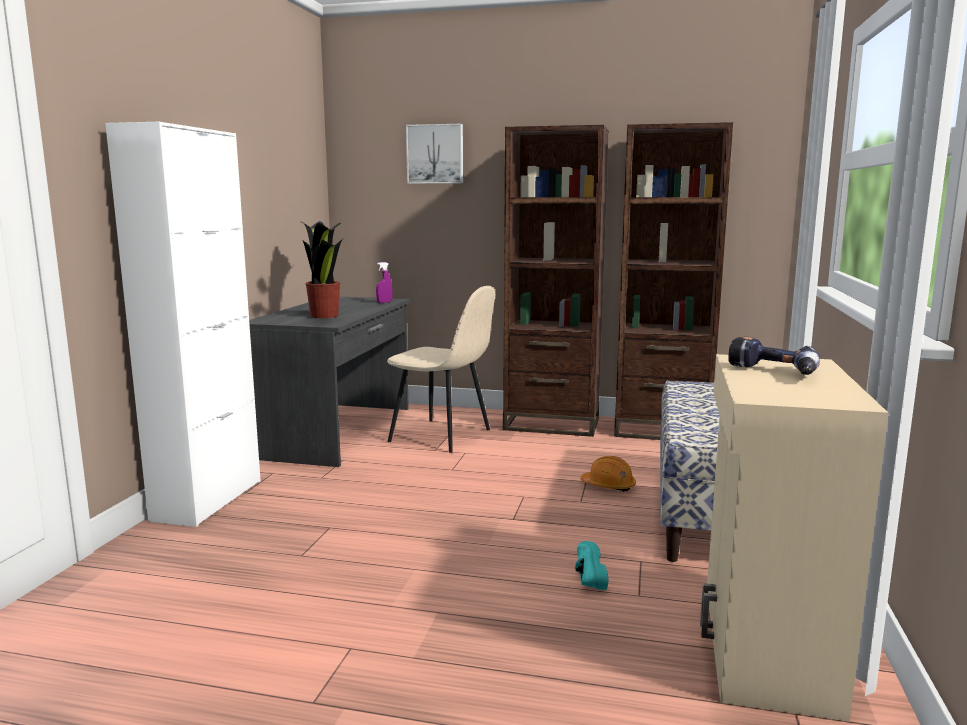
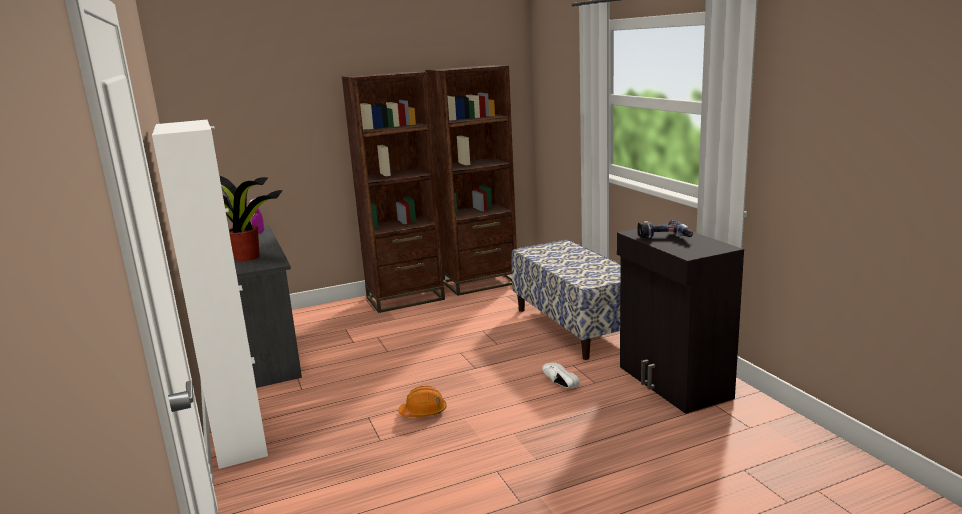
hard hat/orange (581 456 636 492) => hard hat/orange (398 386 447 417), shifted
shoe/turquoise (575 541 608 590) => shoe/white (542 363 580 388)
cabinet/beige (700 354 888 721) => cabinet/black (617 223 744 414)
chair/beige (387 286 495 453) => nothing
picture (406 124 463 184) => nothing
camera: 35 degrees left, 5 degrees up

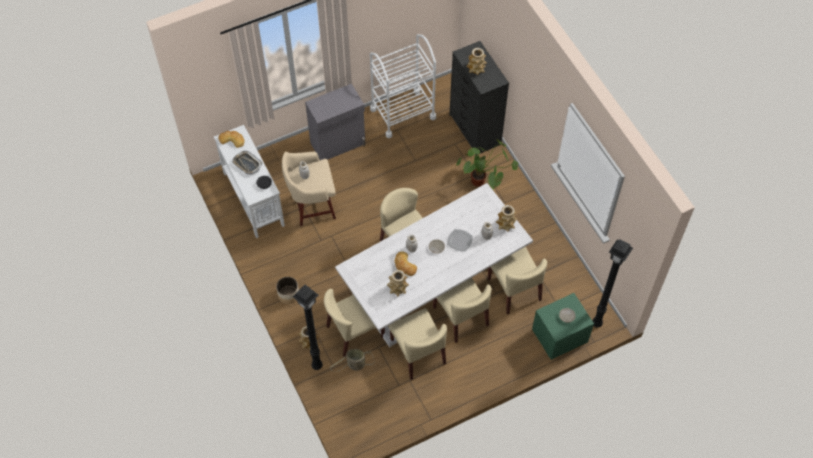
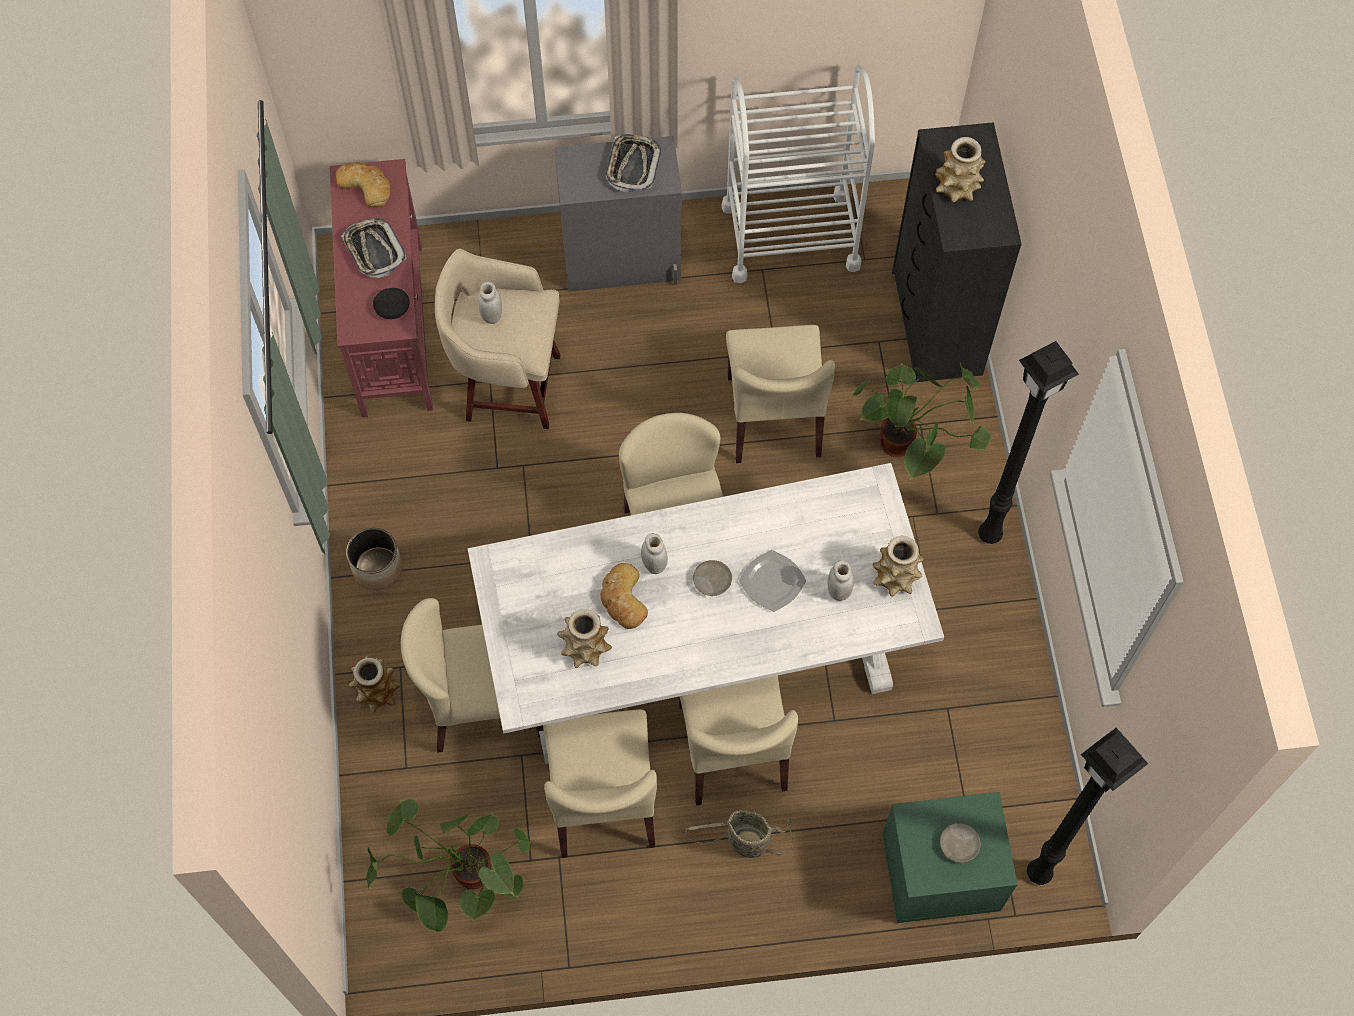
console table/white (214 125 285 238) => console table/red (329 159 433 418)
nothing => potted plant (366 798 530 932)
nothing => tray (606 133 661 193)
basket (330 349 375 372) => basket (685 810 792 858), shifted
chair/beige (488 247 547 315) => chair/beige (726 325 835 463), shifted
floor lamp/black (293 285 323 370) => floor lamp/black (978 341 1079 544), shifted
camera: 20 degrees right, 5 degrees up

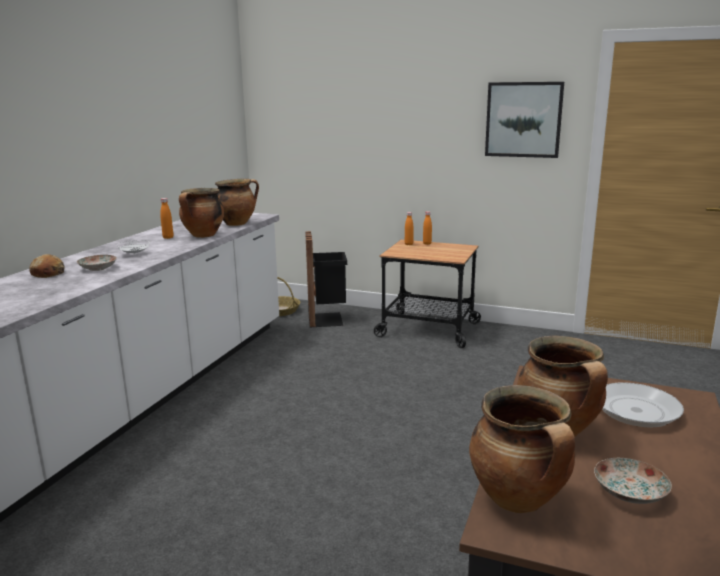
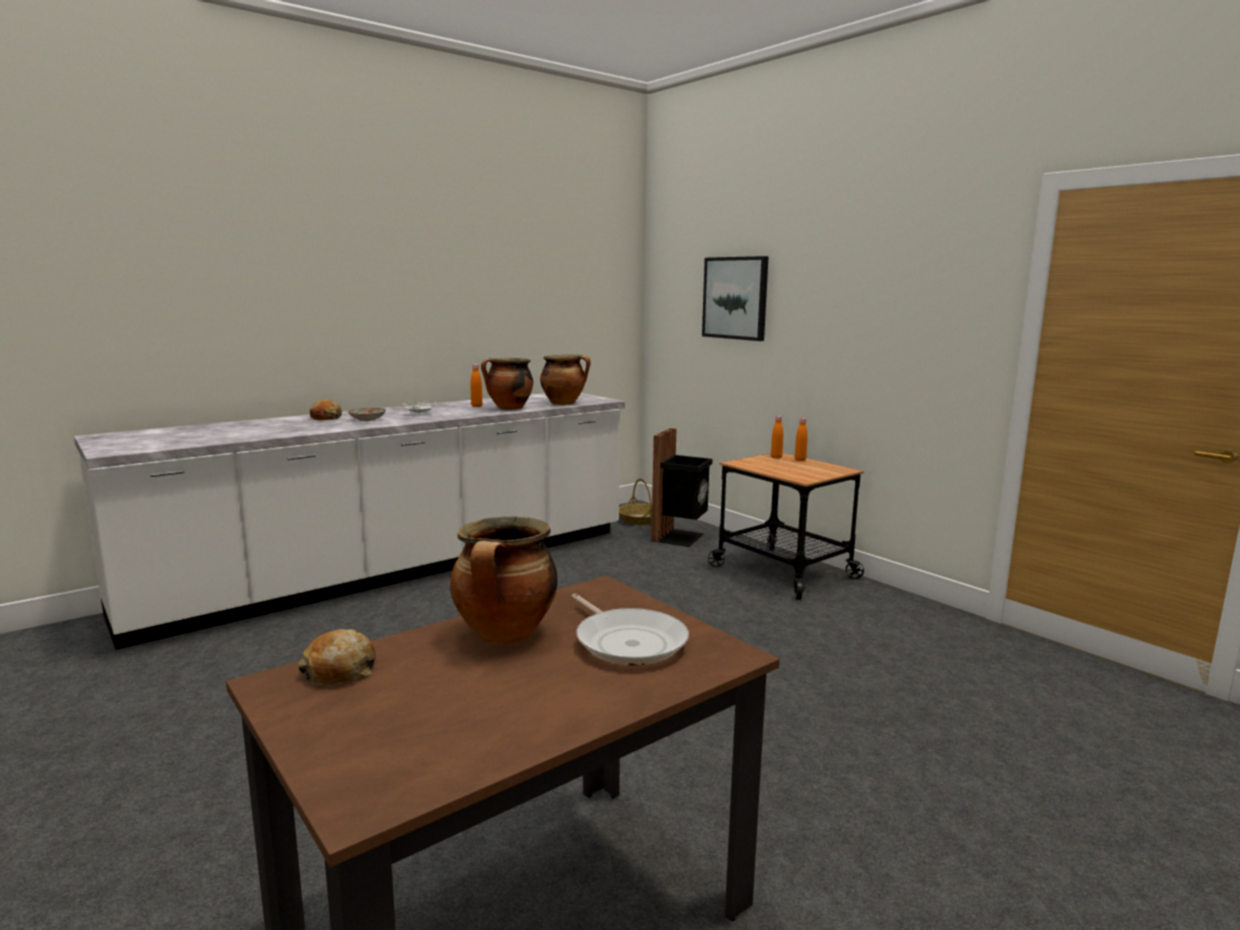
cooking pot (469 385 575 513) => bread (298 629 376 686)
picture (485 82 564 158) => picture (702 256 769 341), shifted
plate (594 458 672 504) => nothing
camera: 30 degrees right, 5 degrees down

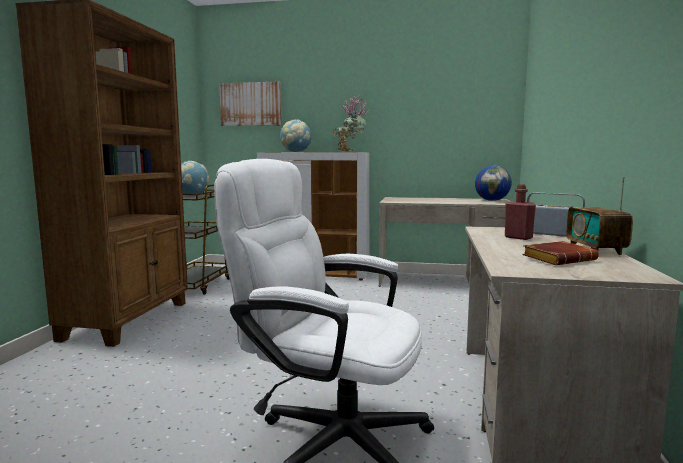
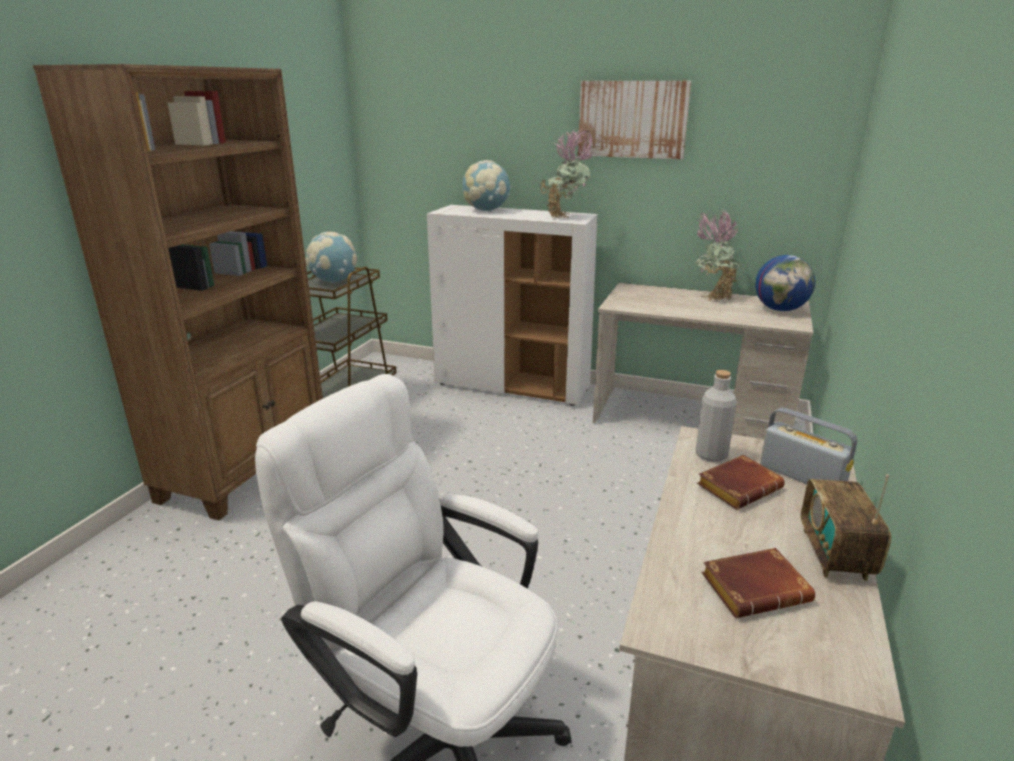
picture (219 82 281 126) => picture (578 81 691 159), shifted
nothing => potted plant (695 209 741 301)
nothing => bottle/grey (695 370 736 462)
bottle/red (505 184 536 240) => book/brown (697 455 785 510)
camera: 10 degrees right, 15 degrees up

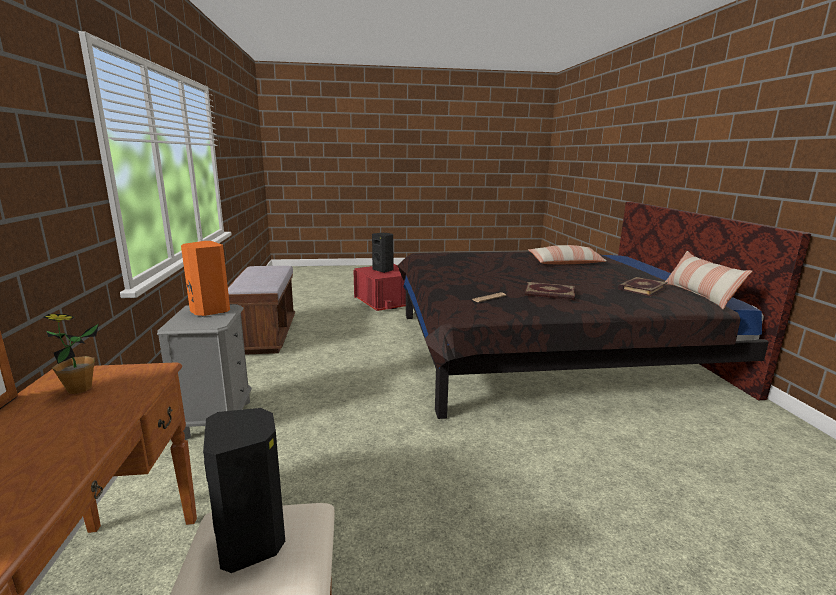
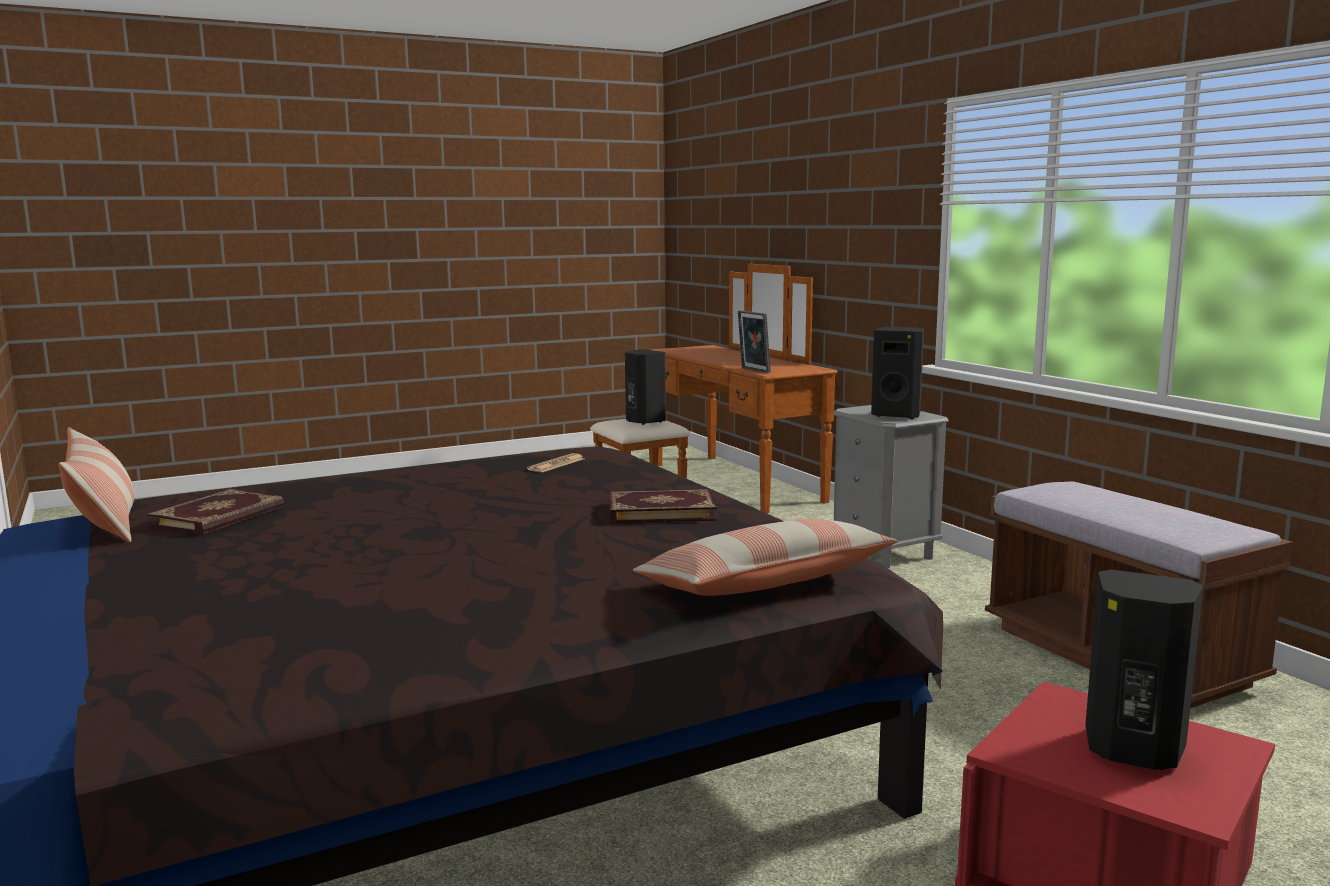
book (525 282 575 300) => book (610 489 717 523), shifted
pillow (528 245 606 265) => pillow (633 519 898 596), shifted
nothing => picture frame (738 310 770 373)
speaker/orange (181 241 230 317) => speaker/black (871 327 924 419)
potted plant (43 314 99 394) => nothing
camera: 160 degrees right, 5 degrees down

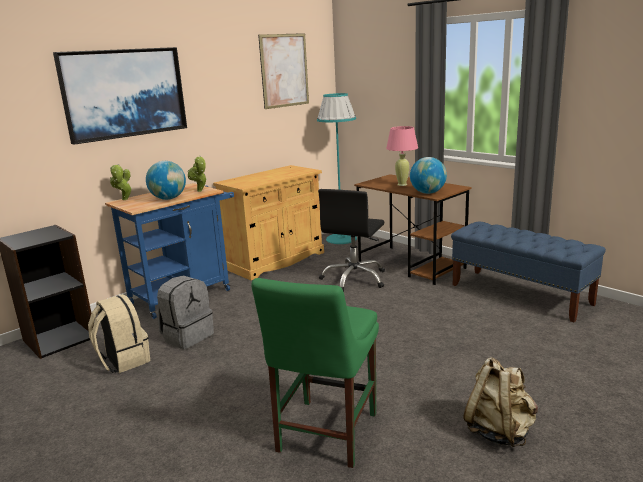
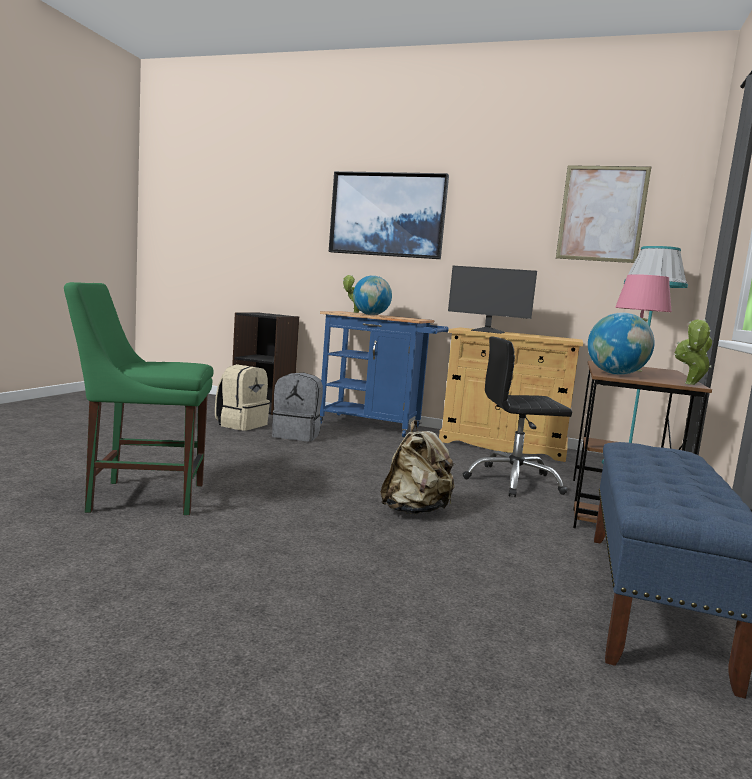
backpack/beige (463 358 538 447) => backpack/beige (380 420 455 514), shifted
nothing => monitor (448 266 537 334)
potted plant (188 156 207 192) => potted plant (674 319 712 385), shifted
camera: 60 degrees right, 10 degrees down

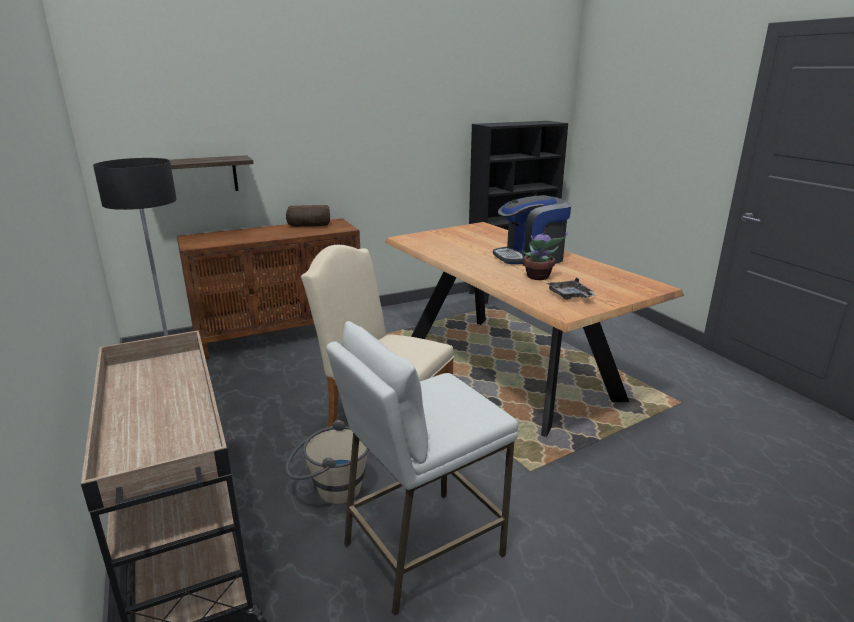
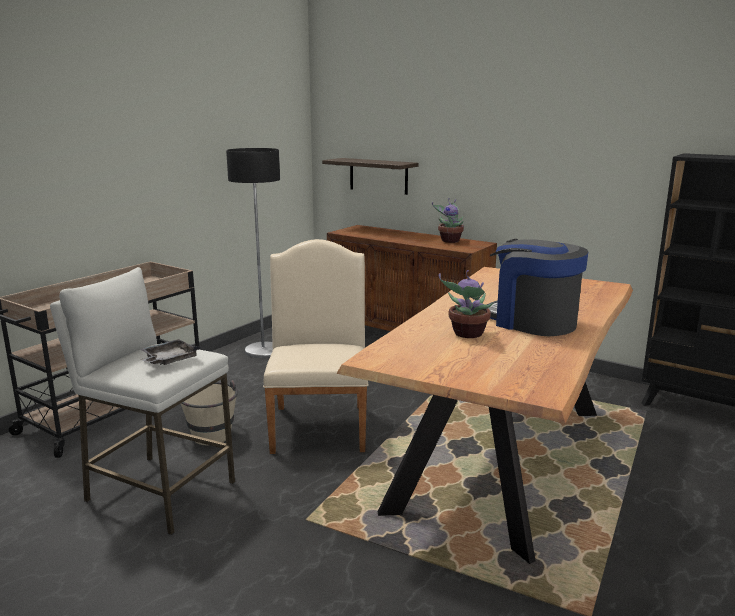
tray/grey (546 278 596 300) => tray/grey (140 339 200 365), shifted
bread (286 205 330 227) => potted plant (432 198 464 243)
camera: 60 degrees right, 5 degrees down

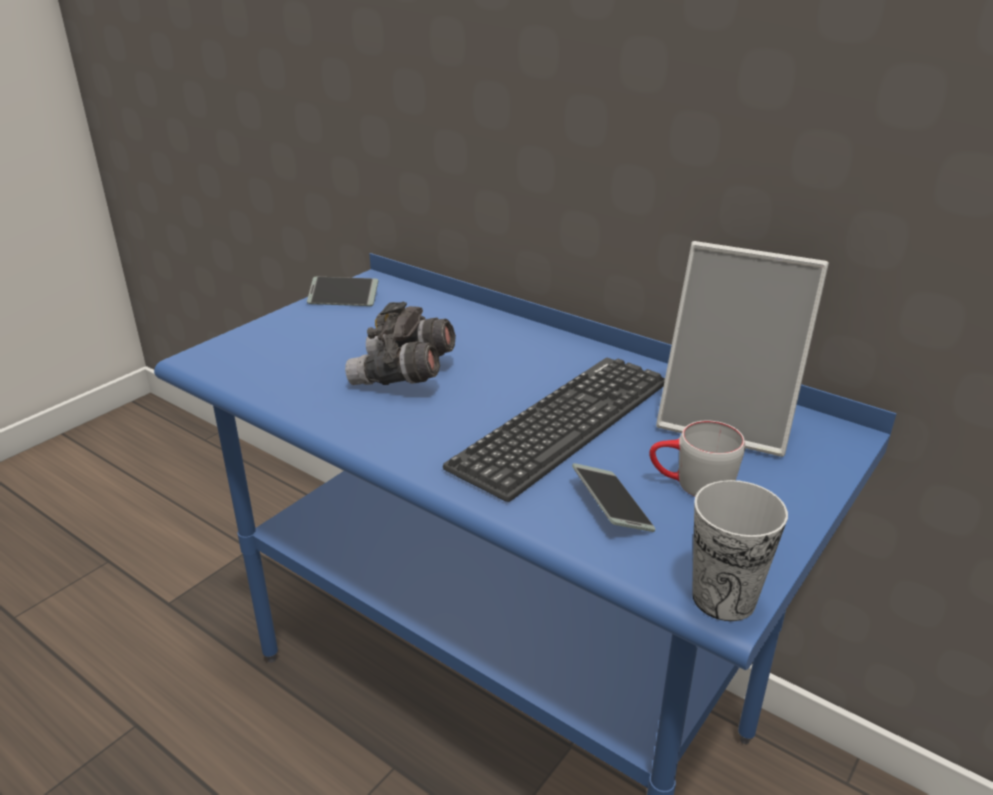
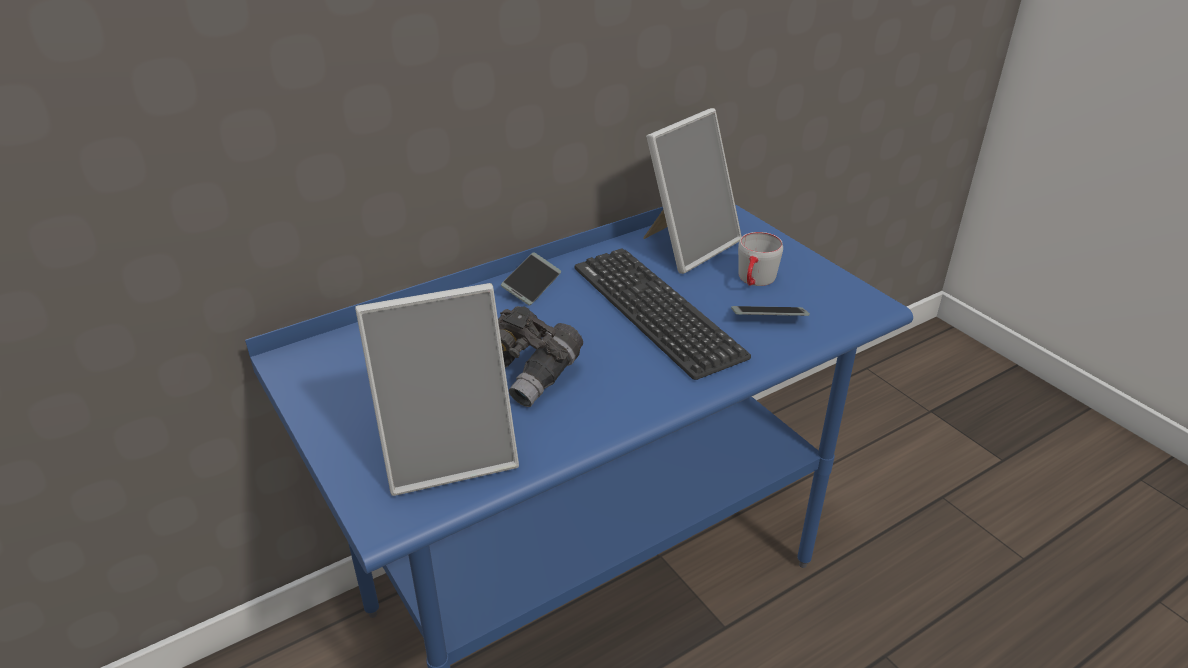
nothing => picture frame (355 283 519 496)
phone (307 277 378 306) => phone (501 252 561 306), shifted
cup (692 480 788 621) => nothing
camera: 70 degrees left, 5 degrees up

